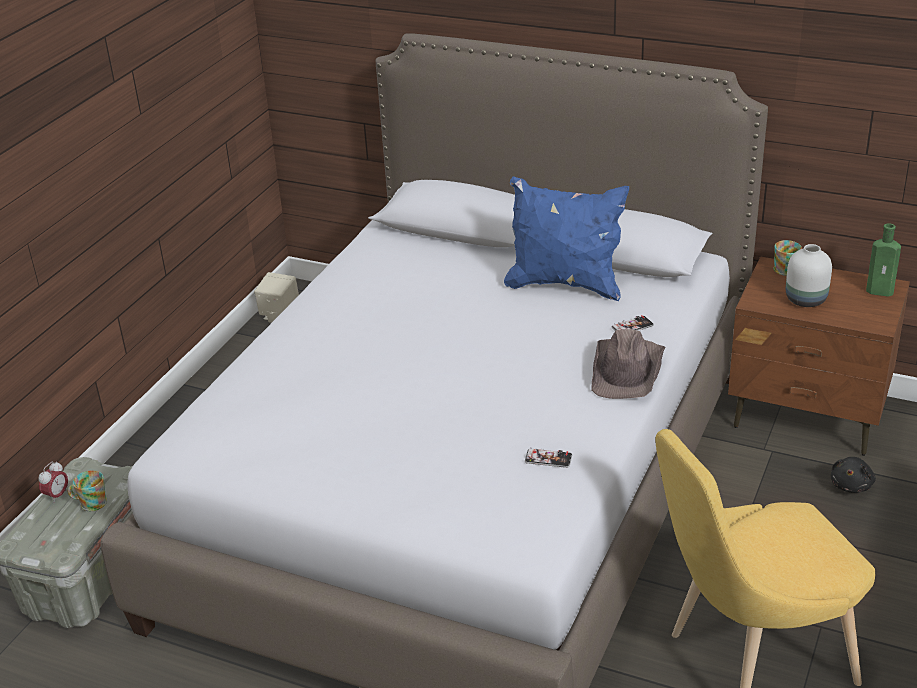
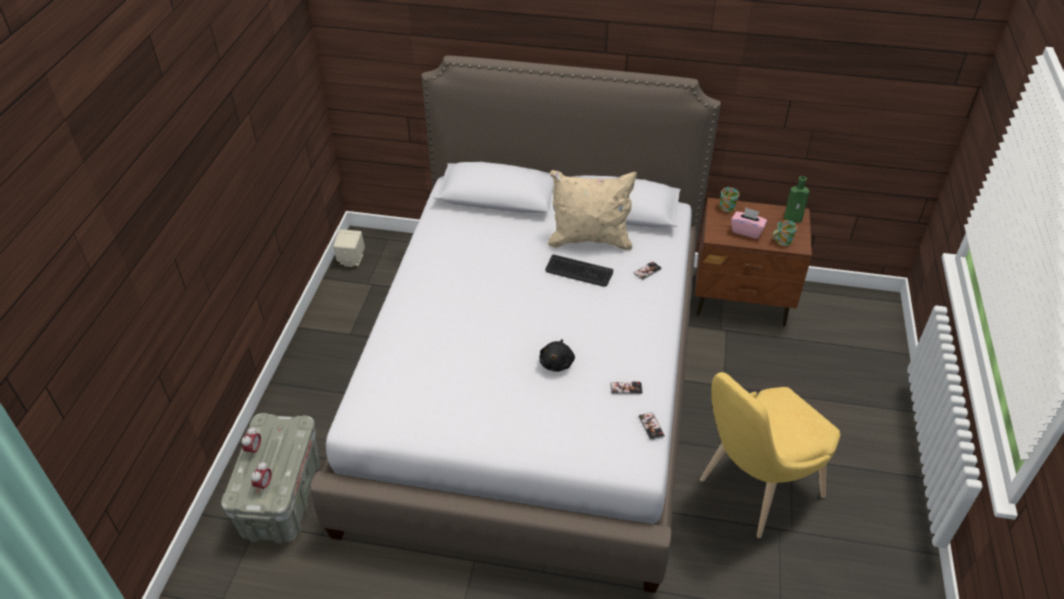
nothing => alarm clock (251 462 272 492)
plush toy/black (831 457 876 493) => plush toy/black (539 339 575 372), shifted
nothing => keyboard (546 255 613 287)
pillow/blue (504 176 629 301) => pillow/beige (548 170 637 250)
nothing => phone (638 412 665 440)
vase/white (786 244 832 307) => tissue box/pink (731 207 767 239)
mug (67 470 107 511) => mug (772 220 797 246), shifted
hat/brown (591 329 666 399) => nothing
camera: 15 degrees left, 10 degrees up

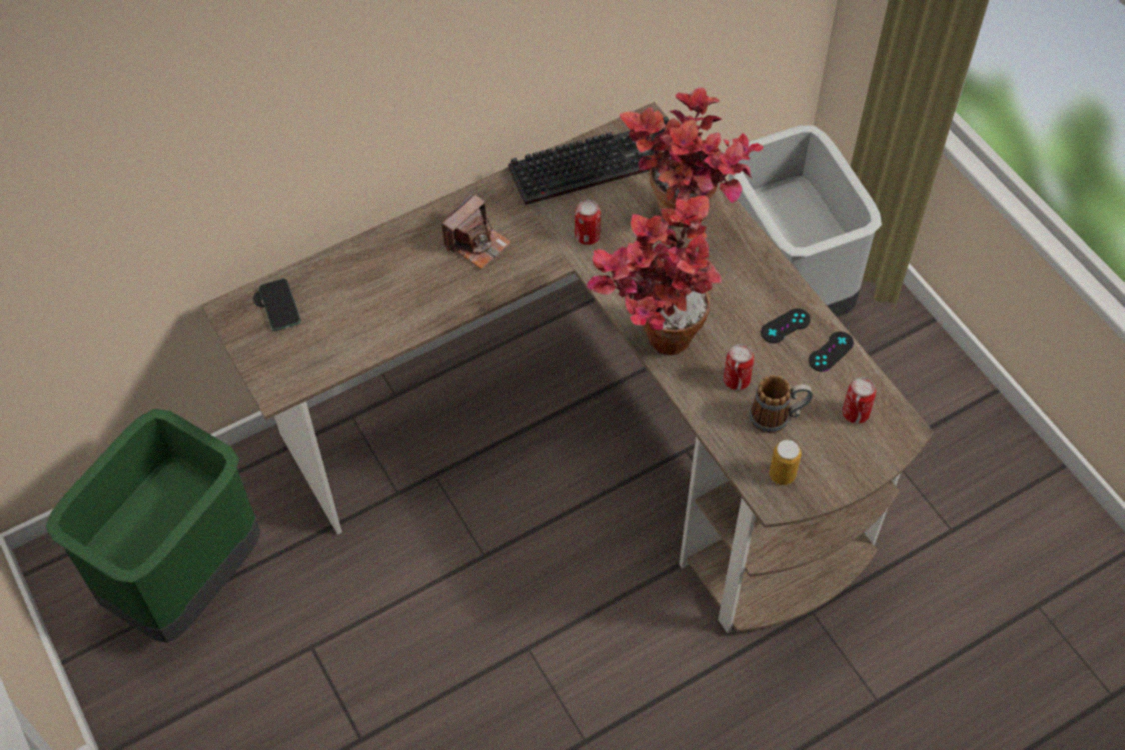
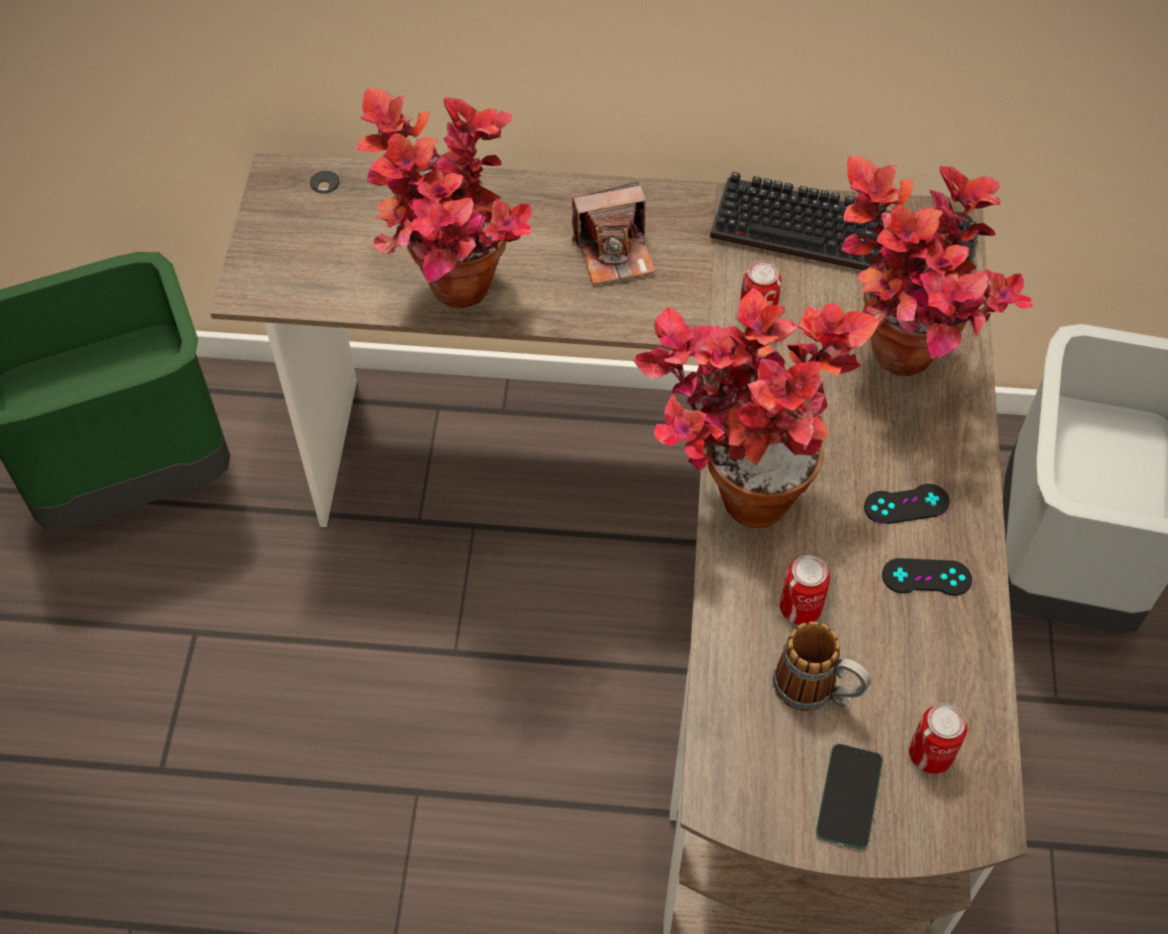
nothing => potted plant (356 88 532 308)
phone (259 279 301 331) => phone (816 744 883 850), shifted
game controller/black (809 331 854 372) => game controller/black (864 484 950 524), shifted
can (769 440 801 485) => nothing
camera: 35 degrees right, 0 degrees up

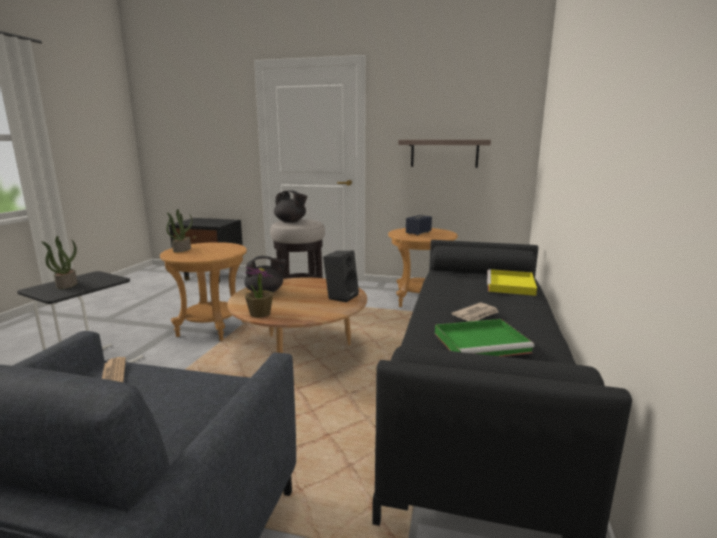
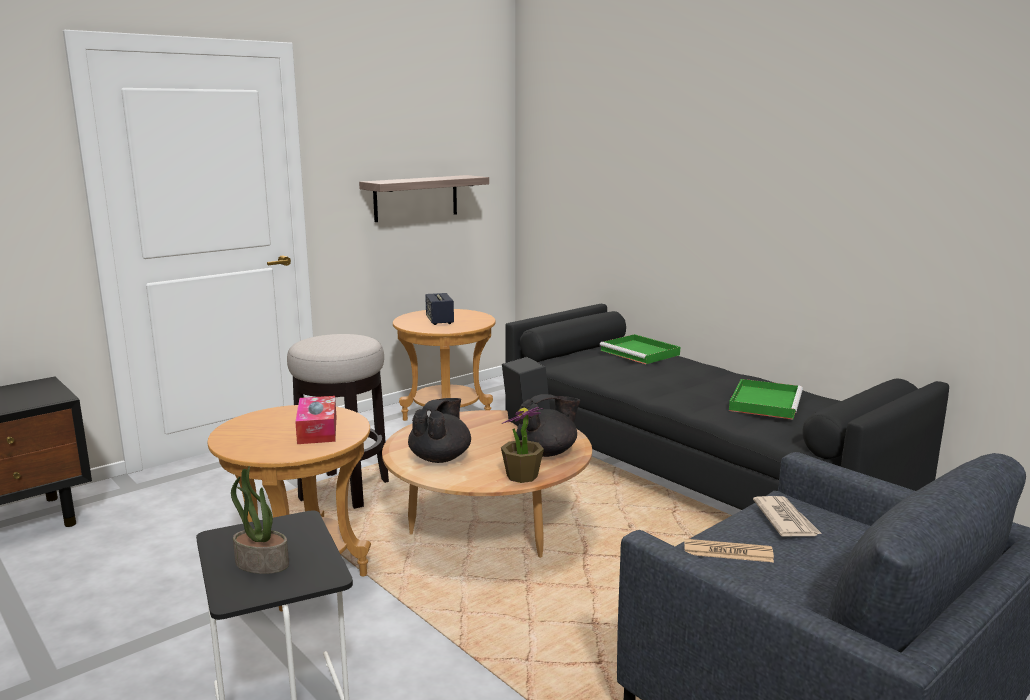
nothing => tissue box (295 396 336 444)
teapot/black (274 190 307 223) => teapot/black (516 394 580 457), shifted
tray/yellow (487 269 537 296) => tray/green (600 334 680 364)
newspaper (451 303 498 321) => newspaper (753 496 822 536), shifted
potted plant (166 209 192 253) => nothing
camera: 55 degrees left, 0 degrees up

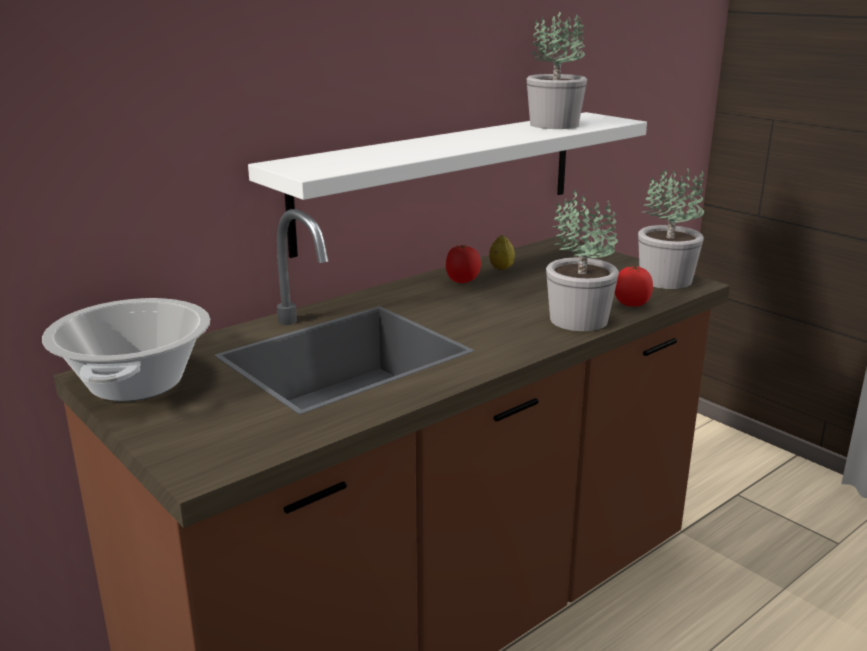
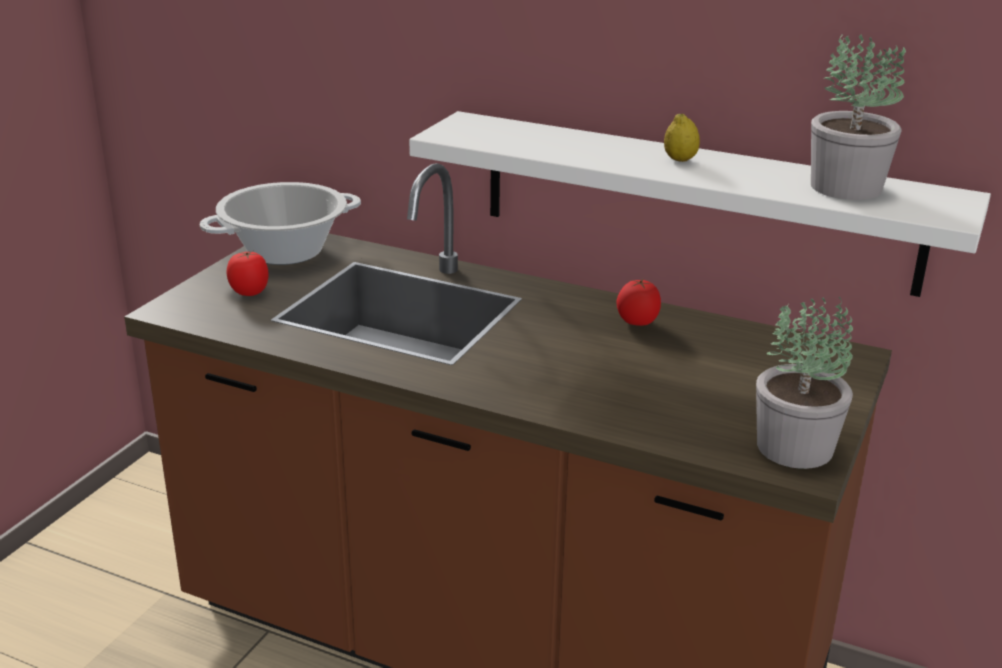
tomato (614 265 653 307) => tomato (226 251 269 296), shifted
lemon (489 235 515 270) => lemon (664 113 700 162), shifted
potted plant (546 190 619 331) => nothing
camera: 65 degrees right, 5 degrees up

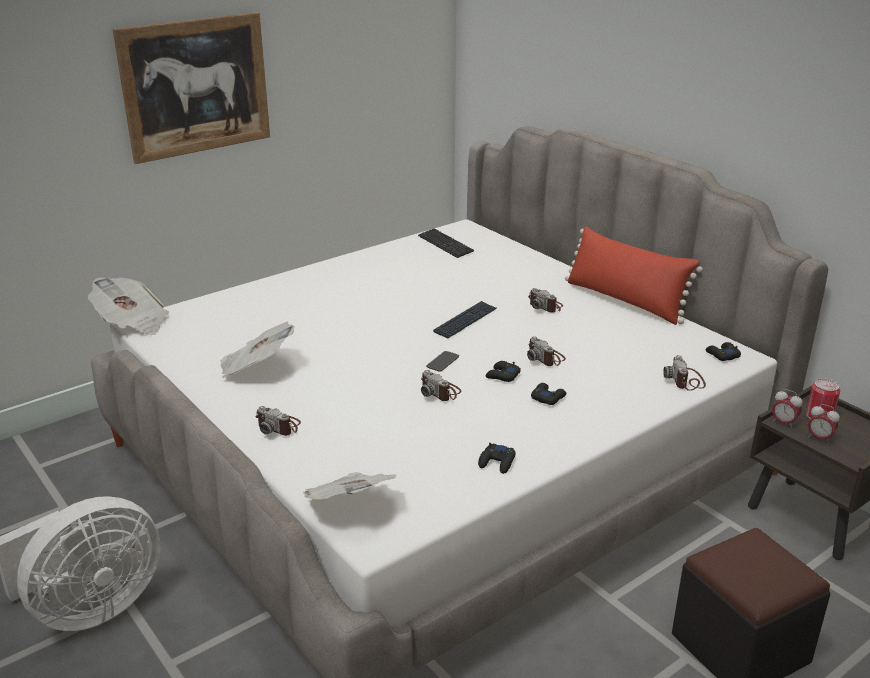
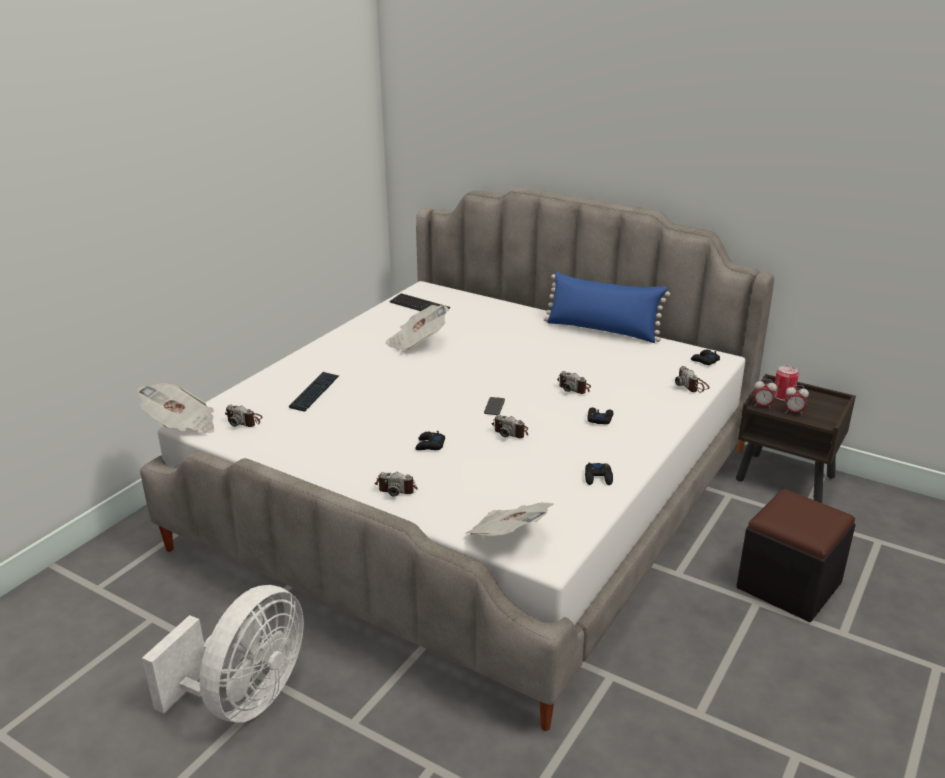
photo camera (528 288 563 313) => photo camera (225 405 263 427), shifted
keyboard (433 301 497 338) => keyboard (289 372 339 412), shifted
newspaper (221 322 294 378) => newspaper (385 305 449 352), shifted
game controller/black (486 361 521 382) => game controller/black (415 431 445 450), shifted
pillow/red (565 226 703 325) => pillow/blue (544 272 670 343)
picture (113 12 270 164) => nothing
camera: 20 degrees left, 0 degrees up

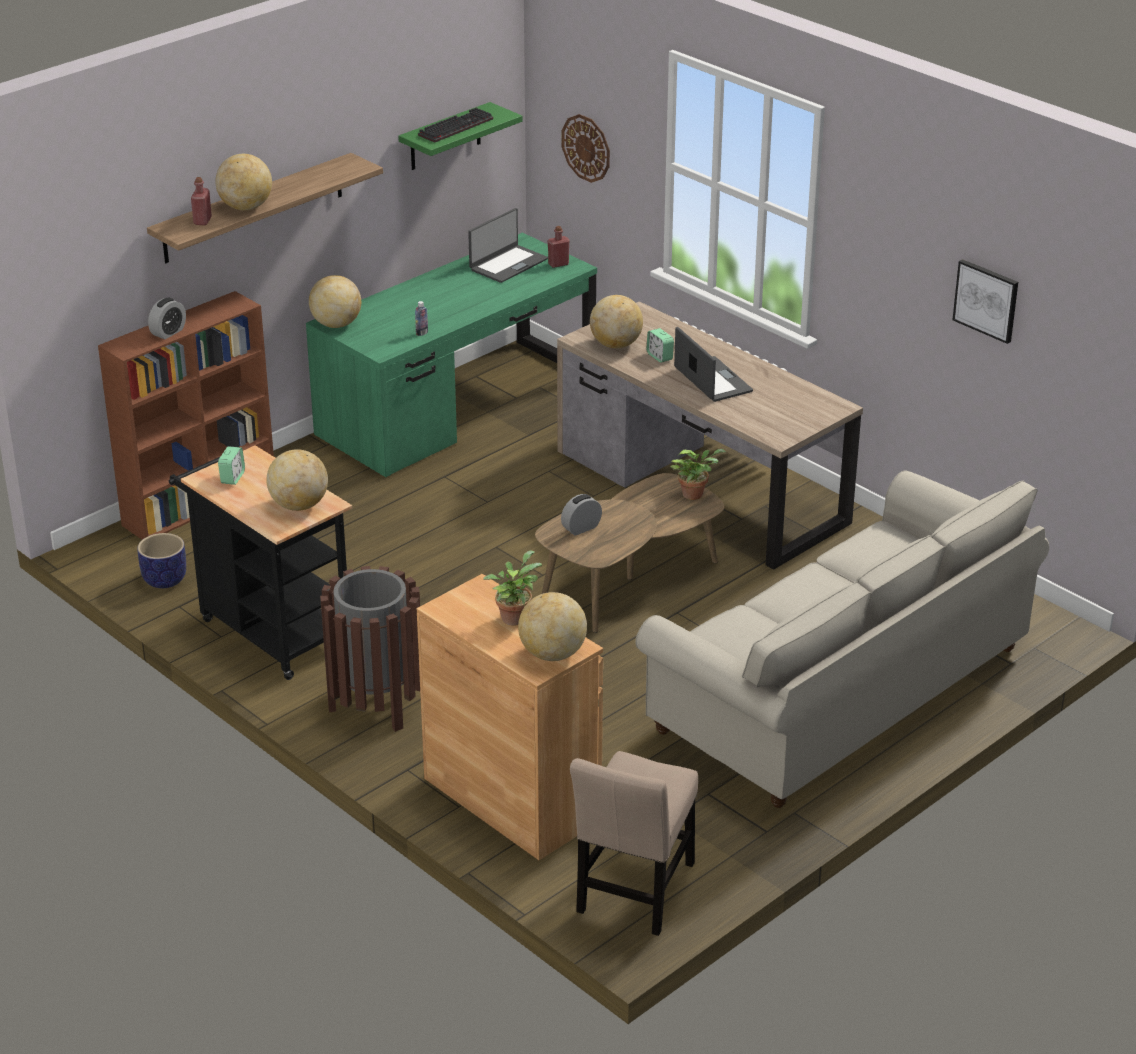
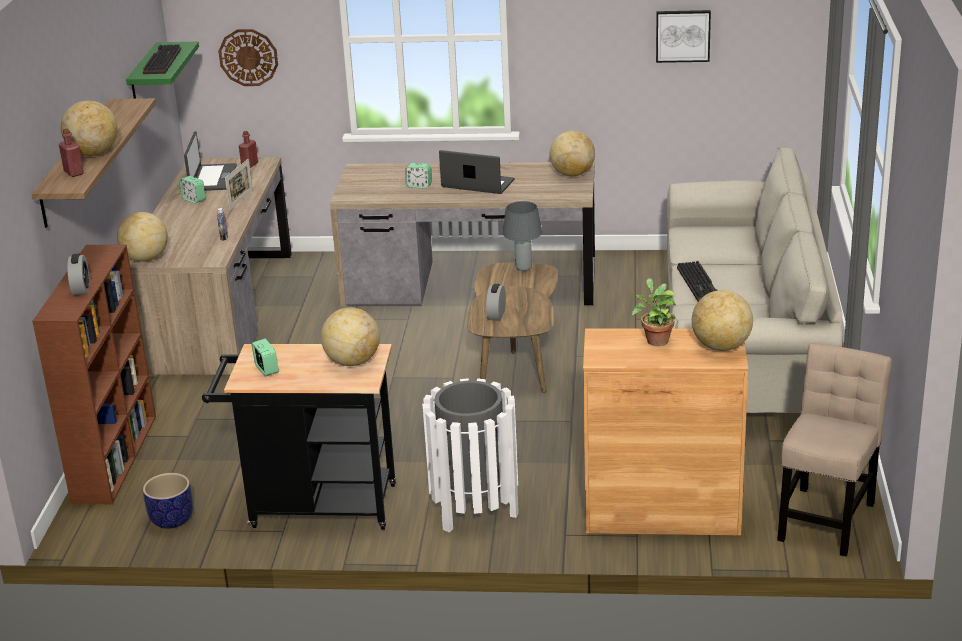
desk/green (306 232 597 477) => desk/brown (129 157 292 375)
nothing => alarm clock (180 176 205 203)
nothing => picture frame (225 159 253 210)
trash can/brown (320 566 420 732) => trash can/white (422 378 519 533)
potted plant (670 449 726 500) => table lamp/grey (503 201 542 271)
globe (590 295 643 348) => globe (550 131 595 176), shifted
nothing => keyboard (677 261 717 301)
chair/beige (570 751 698 936) => chair/beige (777 343 892 557), 135 degrees counterclockwise
camera: 40 degrees left, 5 degrees down

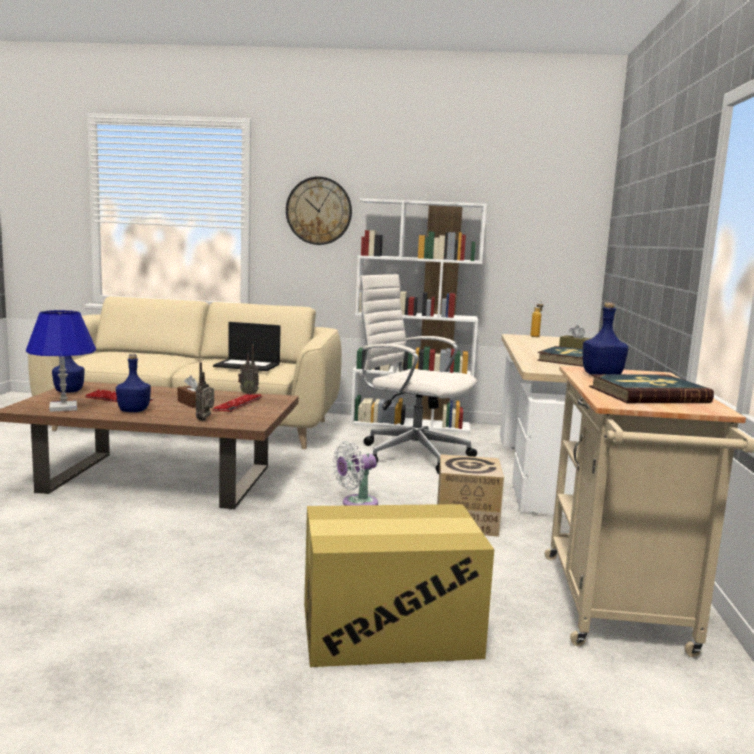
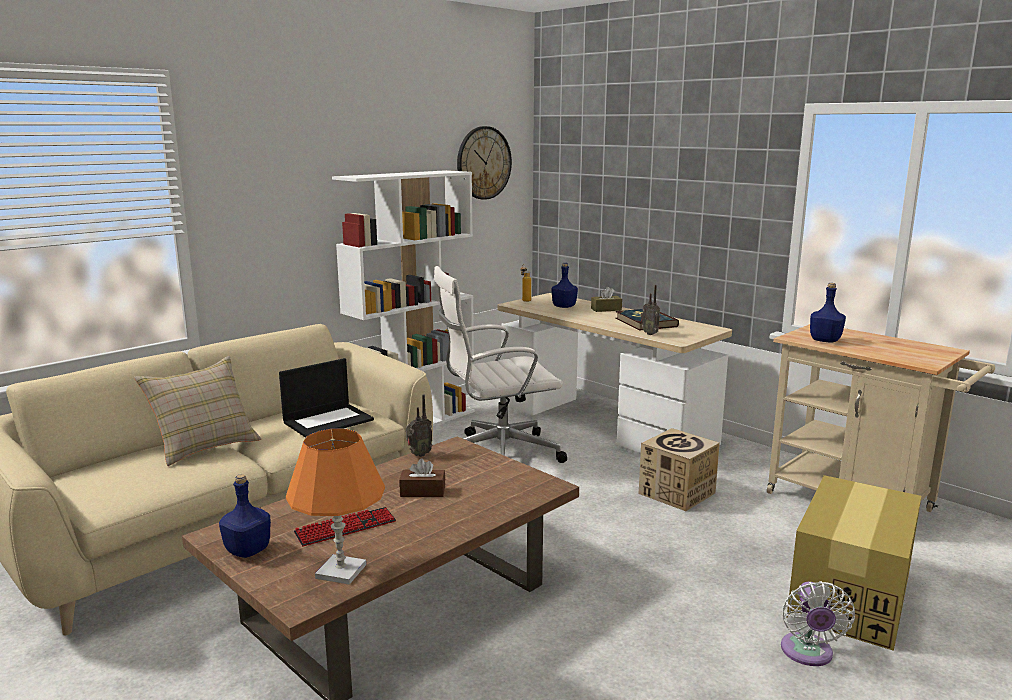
nothing => pillow/beige (134 356 261 466)
table lamp/blue (26 310 96 412) => table lamp/orange (286 429 385 585)
wall clock (286 177 352 245) => wall clock (457 126 512 200), shifted
bottle/blue (116 354 151 412) => bottle/blue (551 263 578 308), shifted
radio (196 362 214 421) => radio (641 285 661 335), shifted
fan/white (333 441 378 506) => fan/white (781 581 855 666), shifted
keyboard (212 394 262 412) => nothing
book (589 374 714 403) => nothing
camera: 50 degrees left, 5 degrees up

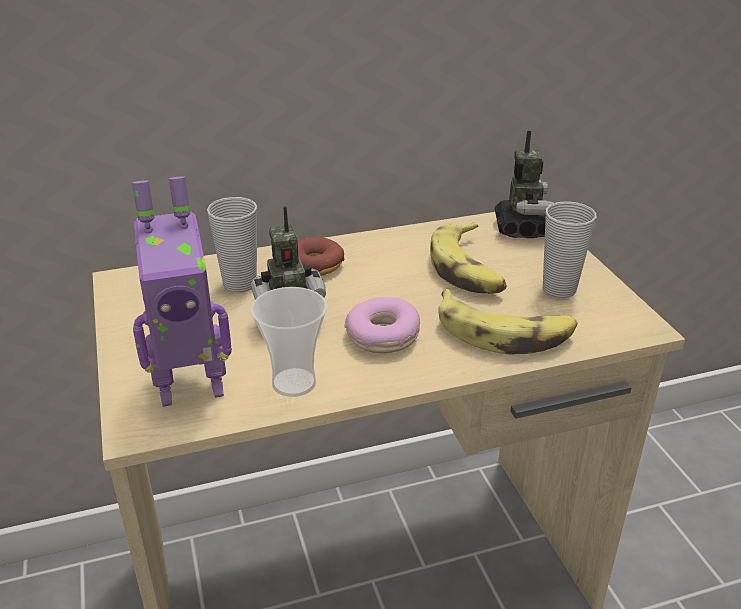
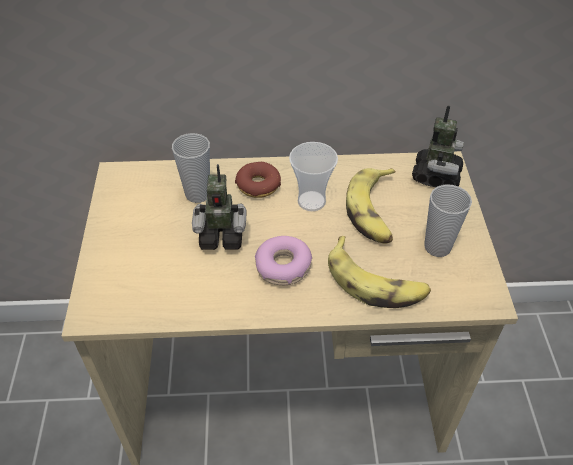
cup (251 287 327 397) => cup (289 142 338 211), shifted
toy robot (132 176 232 407) => nothing
camera: 15 degrees right, 15 degrees up

